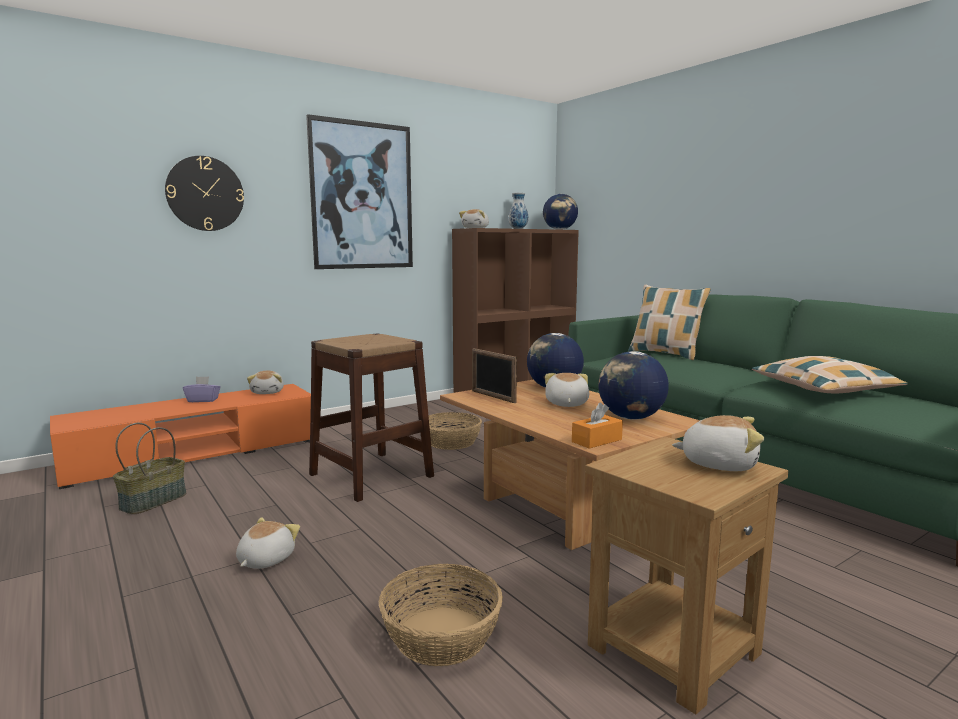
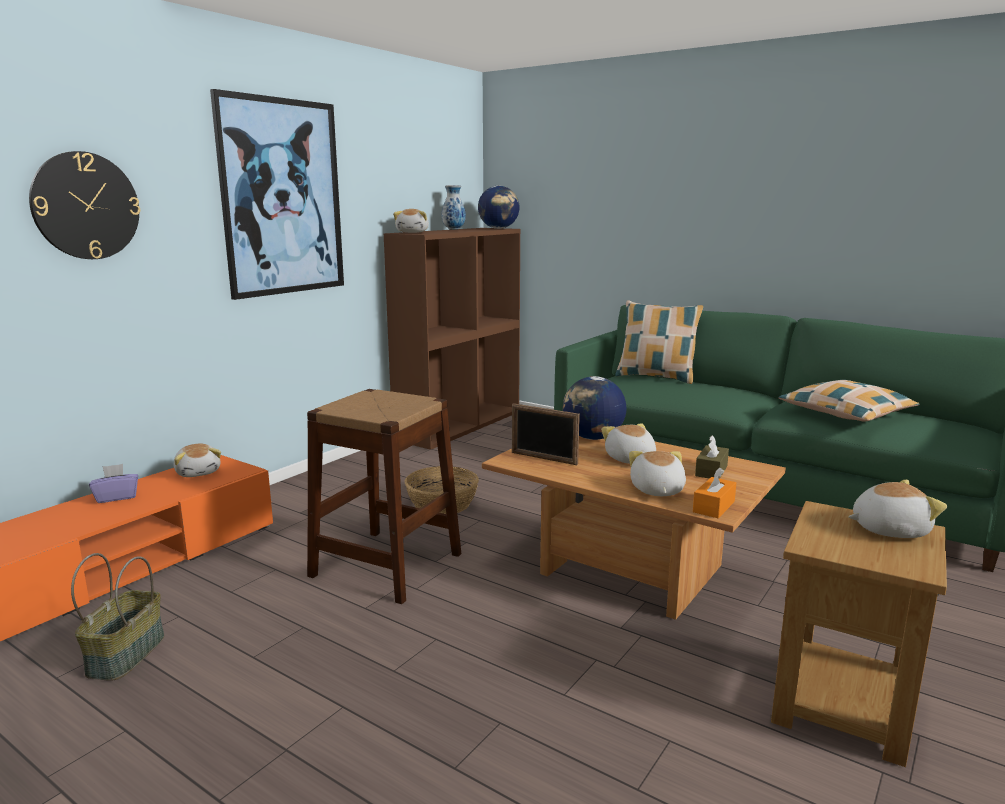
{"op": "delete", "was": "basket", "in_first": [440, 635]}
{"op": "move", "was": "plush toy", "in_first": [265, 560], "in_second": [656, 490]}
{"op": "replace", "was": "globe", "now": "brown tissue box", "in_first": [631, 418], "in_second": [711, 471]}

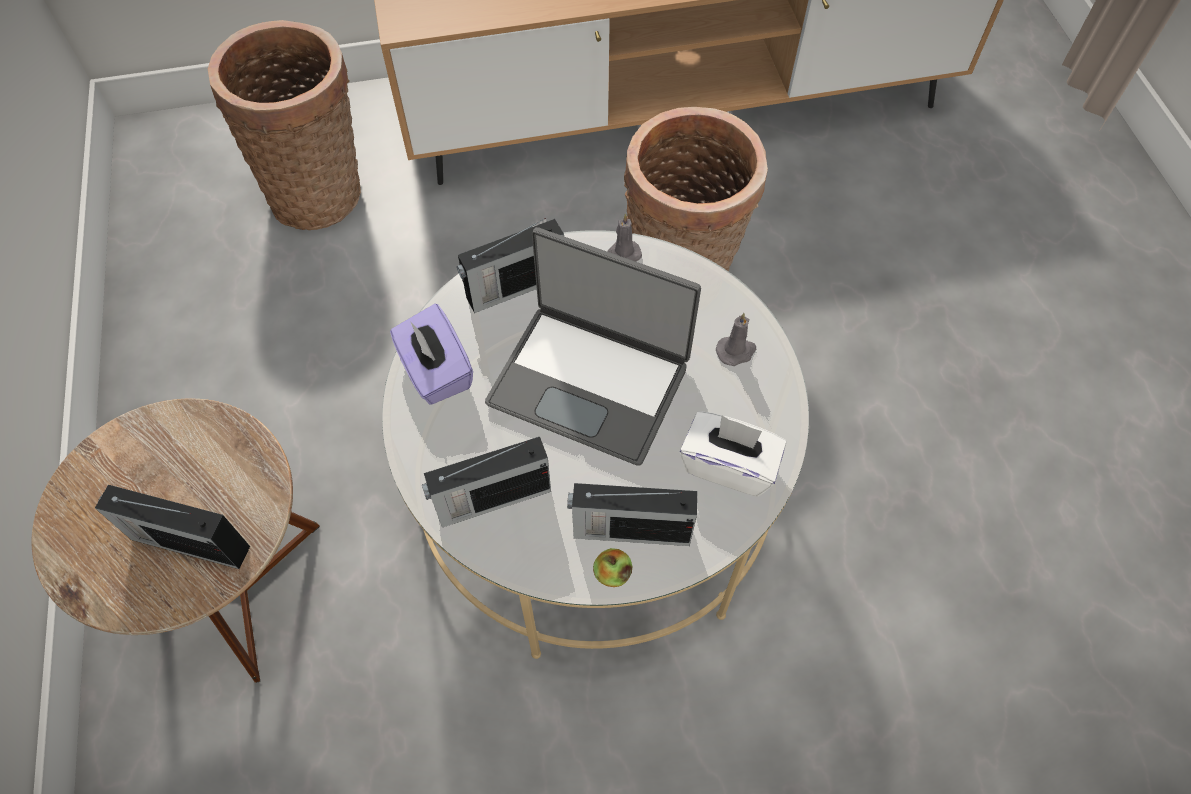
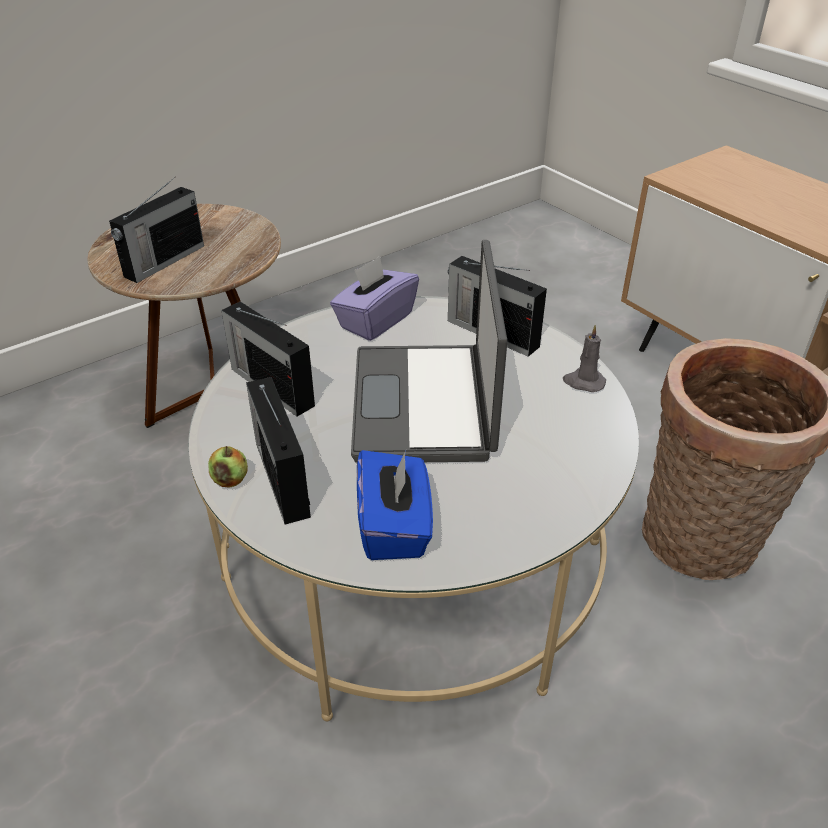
{"op": "delete", "was": "basket", "in_first": [321, 192]}
{"op": "delete", "was": "grey candle", "in_first": [736, 351]}
{"op": "recolor", "was": "white tissue box", "now": "blue tissue box", "in_first": [728, 465], "in_second": [395, 527]}
{"op": "rotate", "was": "radio", "in_first": [188, 541], "in_second": [163, 262], "clockwise": -135}

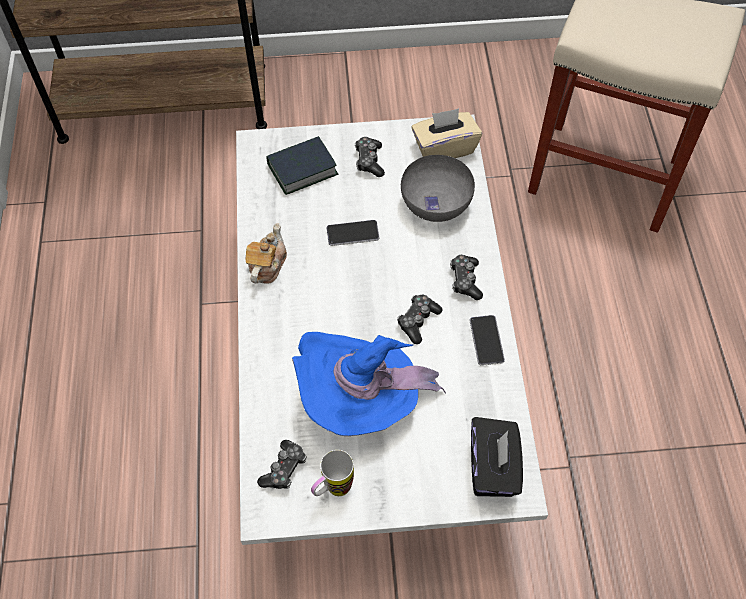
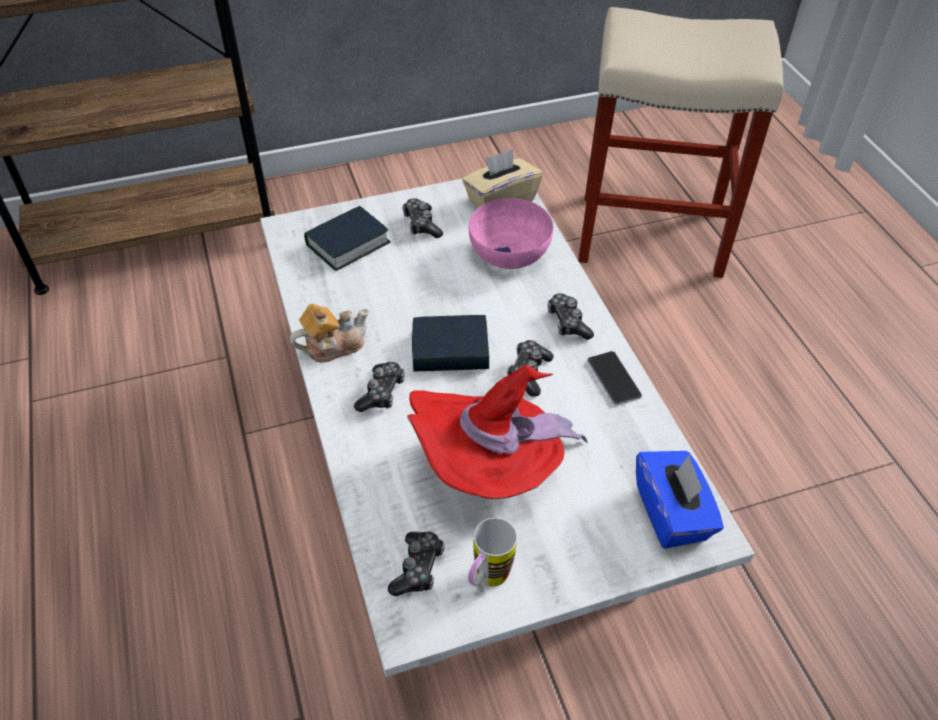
{"op": "delete", "was": "phone", "in_first": [352, 233]}
{"op": "insert", "now": "game controller", "in_second": [381, 393]}
{"op": "insert", "now": "book", "in_second": [450, 350]}
{"op": "recolor", "was": "blue hat", "now": "red hat", "in_first": [362, 399], "in_second": [491, 468]}
{"op": "recolor", "was": "grey bowl", "now": "pink bowl", "in_first": [436, 204], "in_second": [510, 254]}
{"op": "recolor", "was": "black tissue box", "now": "blue tissue box", "in_first": [493, 468], "in_second": [671, 513]}
{"op": "rotate", "was": "teapot", "in_first": [267, 265], "in_second": [333, 345], "clockwise": 60}

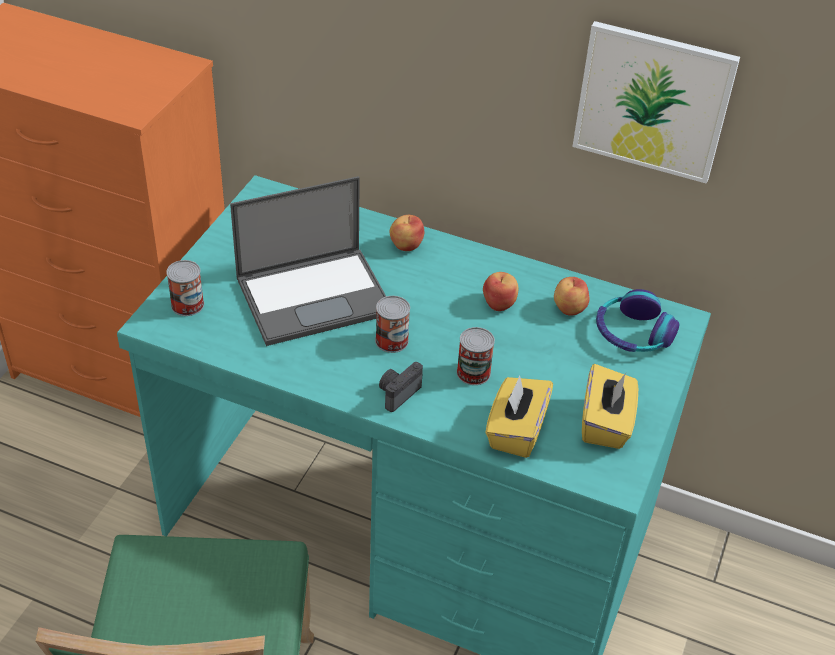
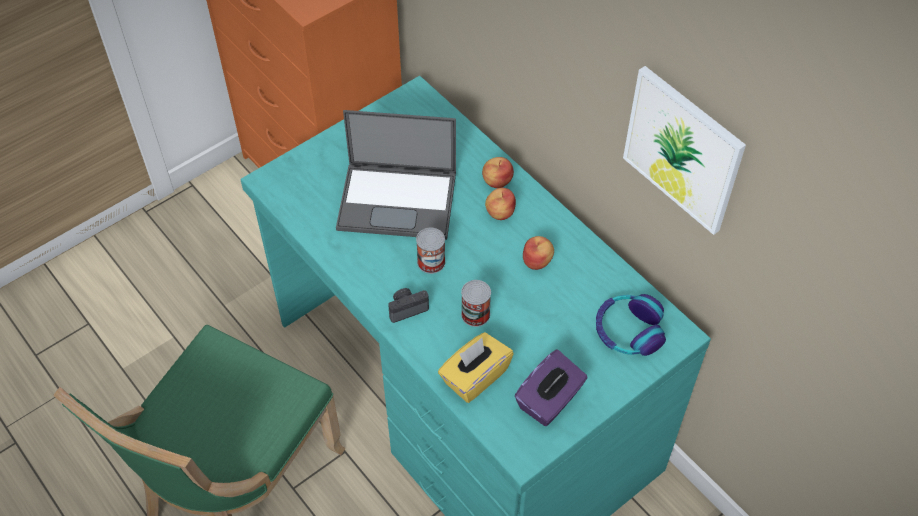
{"op": "delete", "was": "can", "in_first": [187, 304]}
{"op": "move", "was": "apple", "in_first": [568, 308], "in_second": [500, 212]}
{"op": "recolor", "was": "yellow tissue box", "now": "purple tissue box", "in_first": [605, 423], "in_second": [549, 400]}

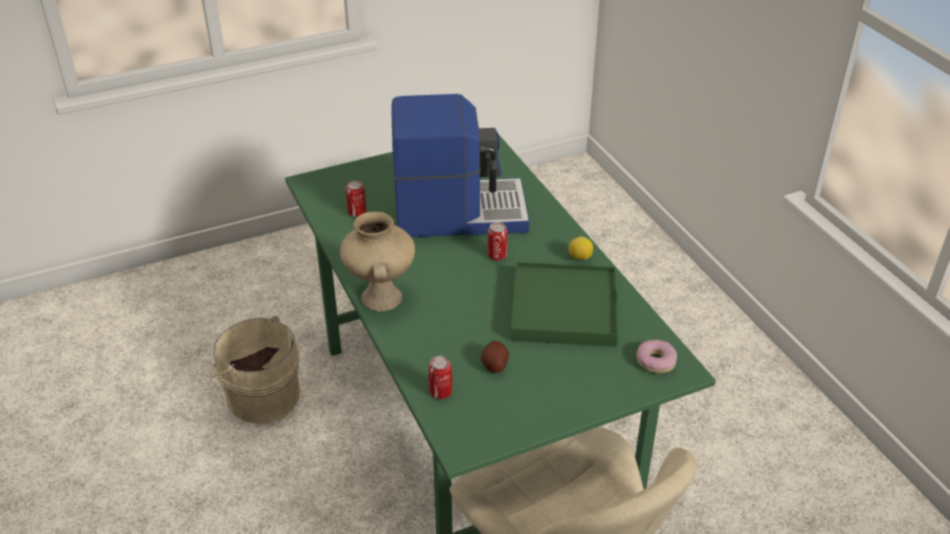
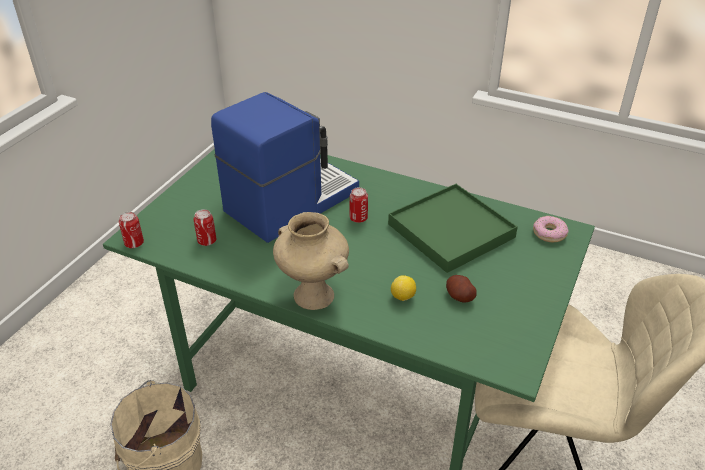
{"op": "move", "was": "can", "in_first": [440, 392], "in_second": [134, 243]}
{"op": "move", "was": "lemon", "in_first": [579, 258], "in_second": [403, 297]}

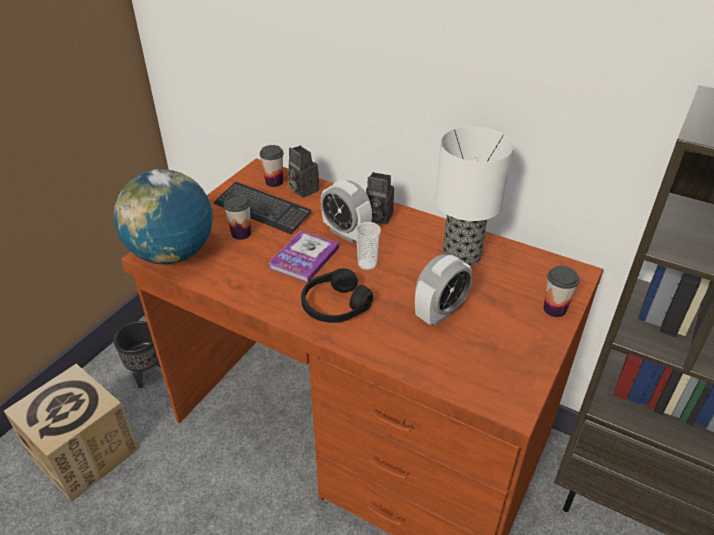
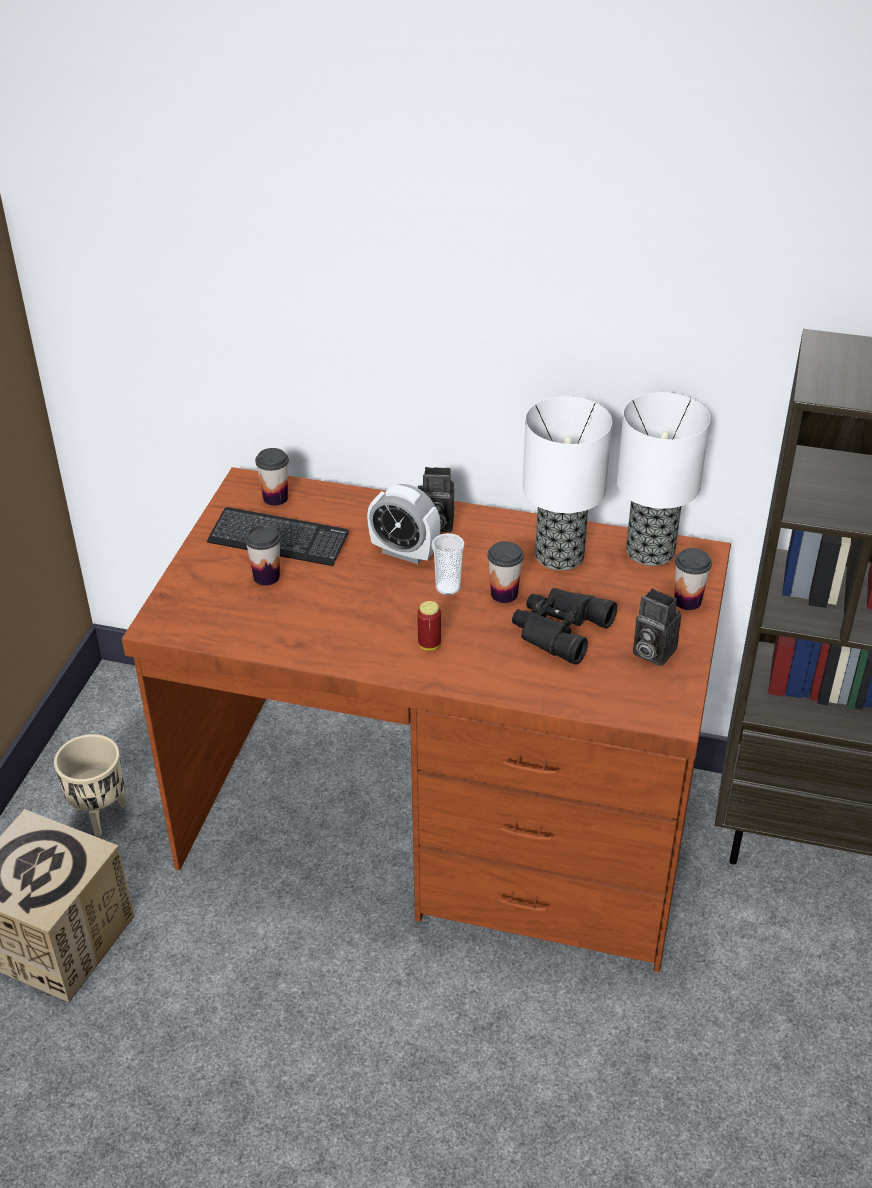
{"op": "delete", "was": "globe", "in_first": [173, 254]}
{"op": "delete", "was": "book", "in_first": [304, 258]}
{"op": "insert", "now": "cup", "in_second": [504, 594]}
{"op": "insert", "now": "table lamp", "in_second": [650, 550]}
{"op": "move", "was": "photo camera", "in_first": [302, 189], "in_second": [651, 652]}
{"op": "replace", "was": "black headphones", "now": "can", "in_first": [335, 305], "in_second": [429, 645]}
{"op": "replace", "was": "alarm clock", "now": "black binoculars", "in_first": [440, 312], "in_second": [558, 629]}
{"op": "recolor", "was": "black planter", "now": "beige planter", "in_first": [148, 374], "in_second": [101, 815]}

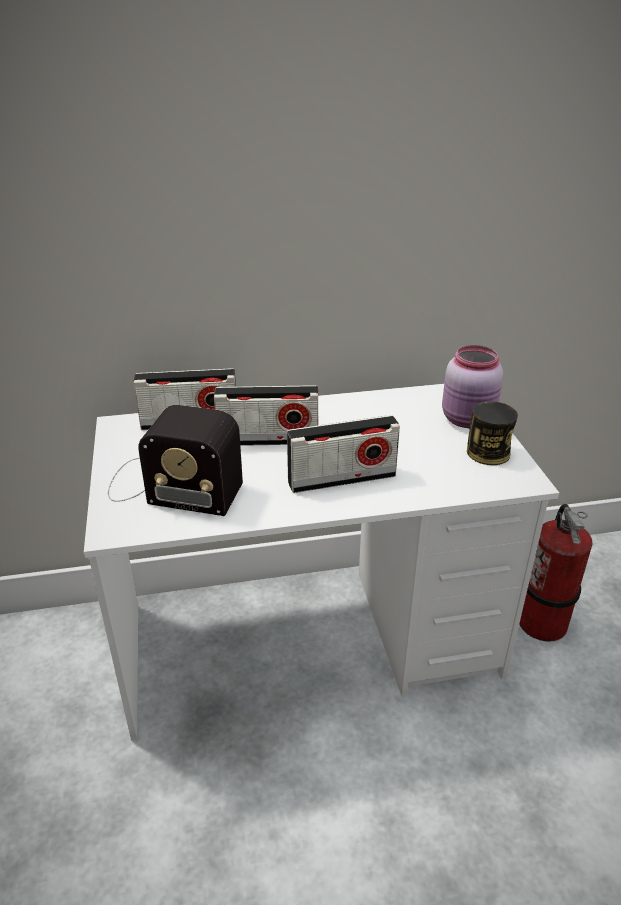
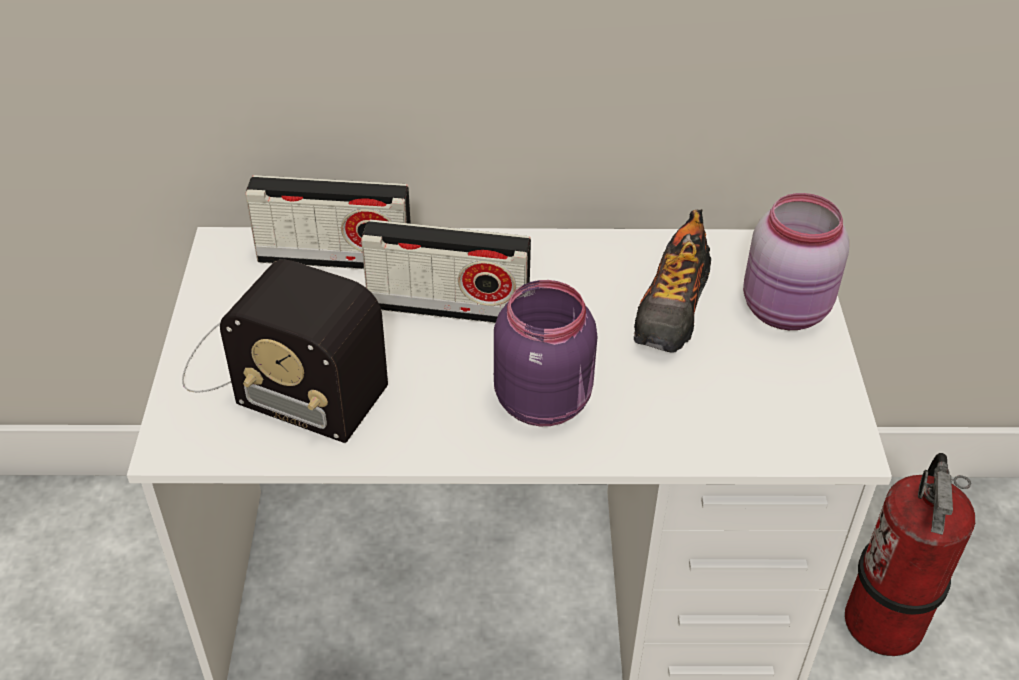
{"op": "delete", "was": "can", "in_first": [488, 452]}
{"op": "insert", "now": "shoe", "in_second": [673, 308]}
{"op": "replace", "was": "radio", "now": "purple jar", "in_first": [342, 479], "in_second": [544, 399]}

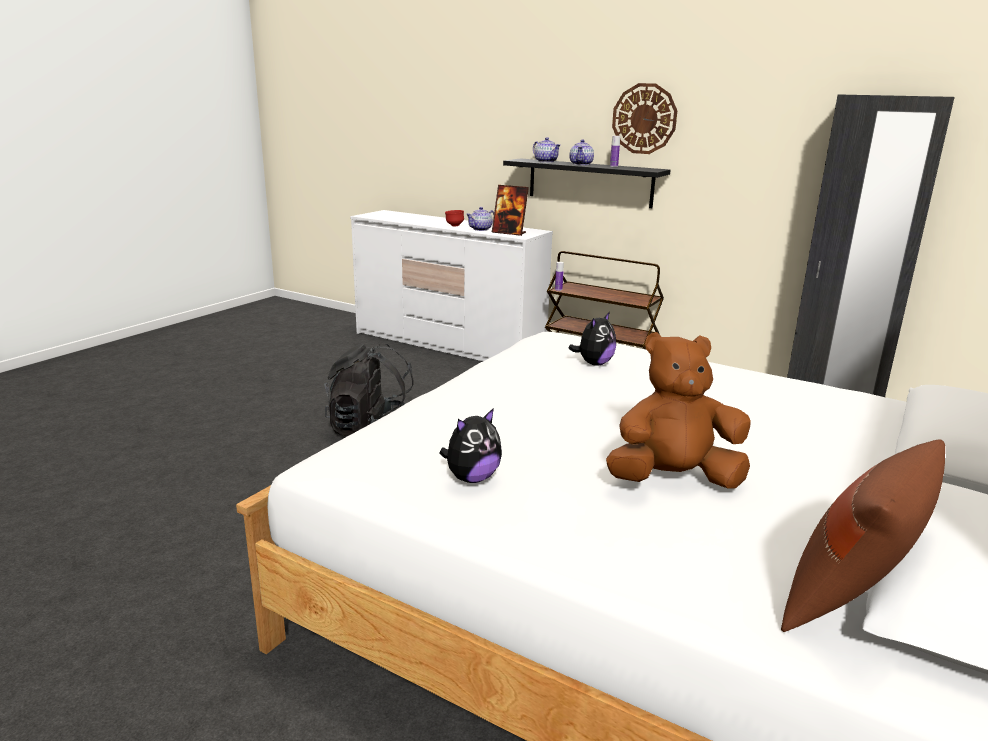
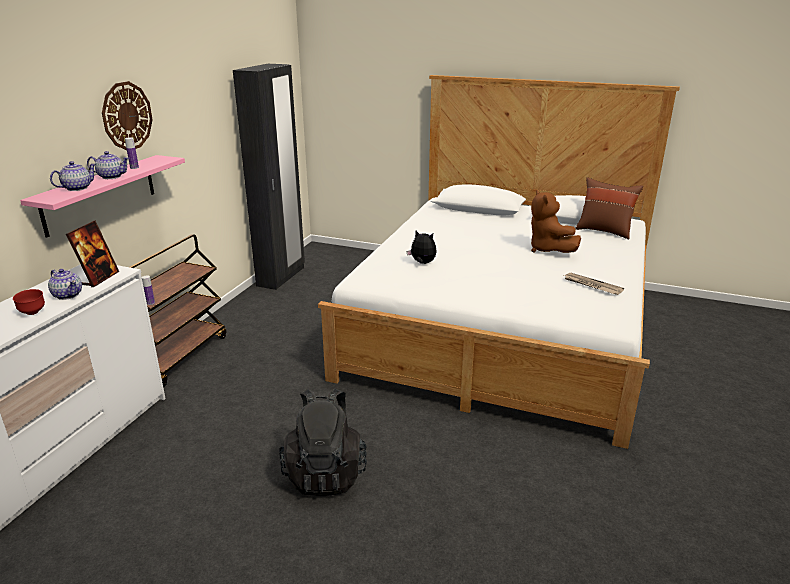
{"op": "replace", "was": "plush toy", "now": "newspaper", "in_first": [471, 478], "in_second": [591, 285]}
{"op": "recolor", "was": "black shelf", "now": "pink shelf", "in_first": [590, 182], "in_second": [100, 194]}

